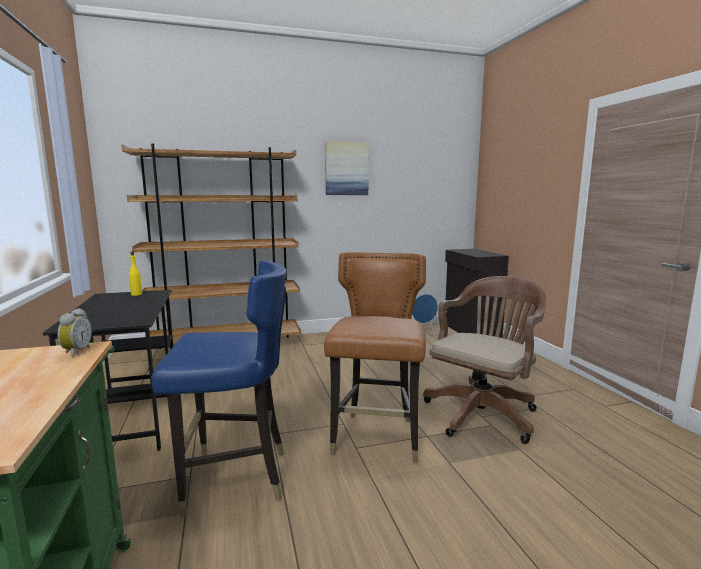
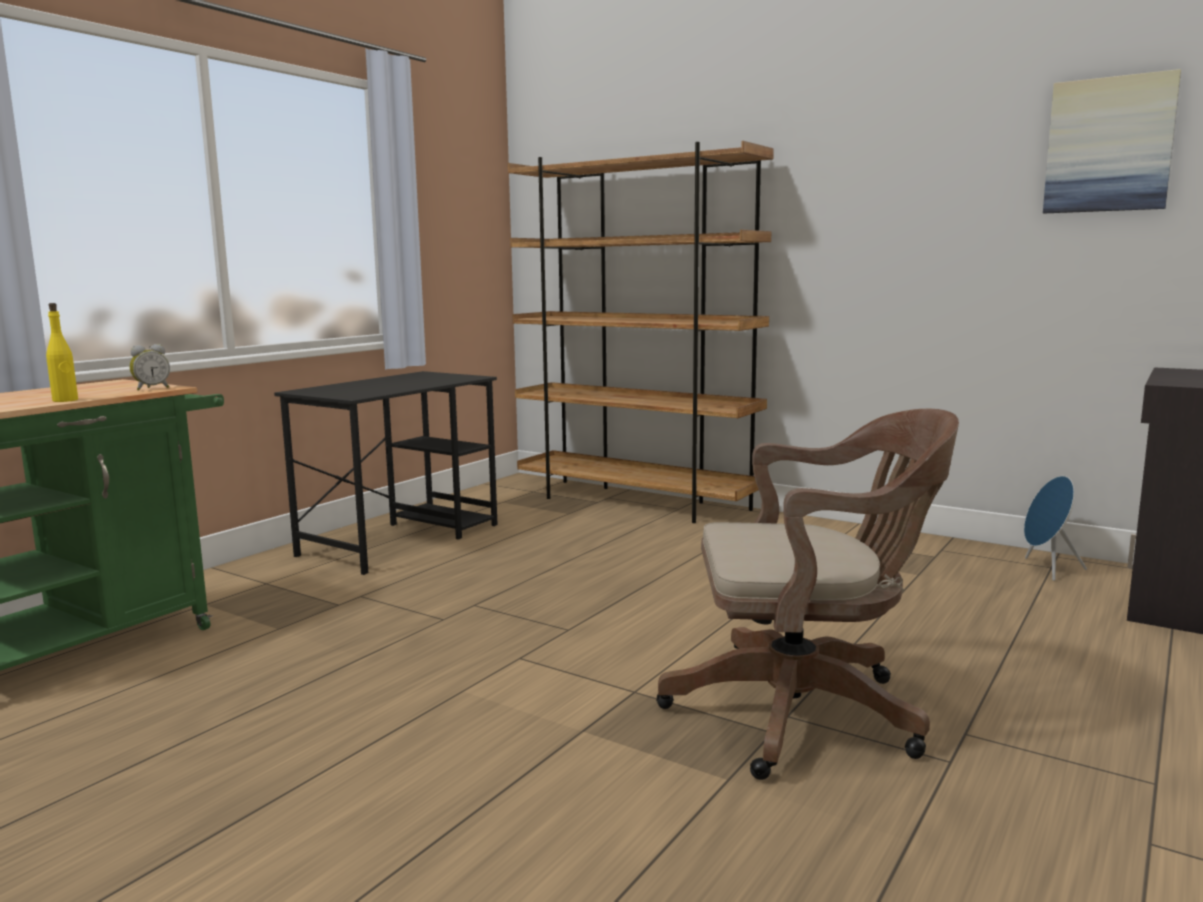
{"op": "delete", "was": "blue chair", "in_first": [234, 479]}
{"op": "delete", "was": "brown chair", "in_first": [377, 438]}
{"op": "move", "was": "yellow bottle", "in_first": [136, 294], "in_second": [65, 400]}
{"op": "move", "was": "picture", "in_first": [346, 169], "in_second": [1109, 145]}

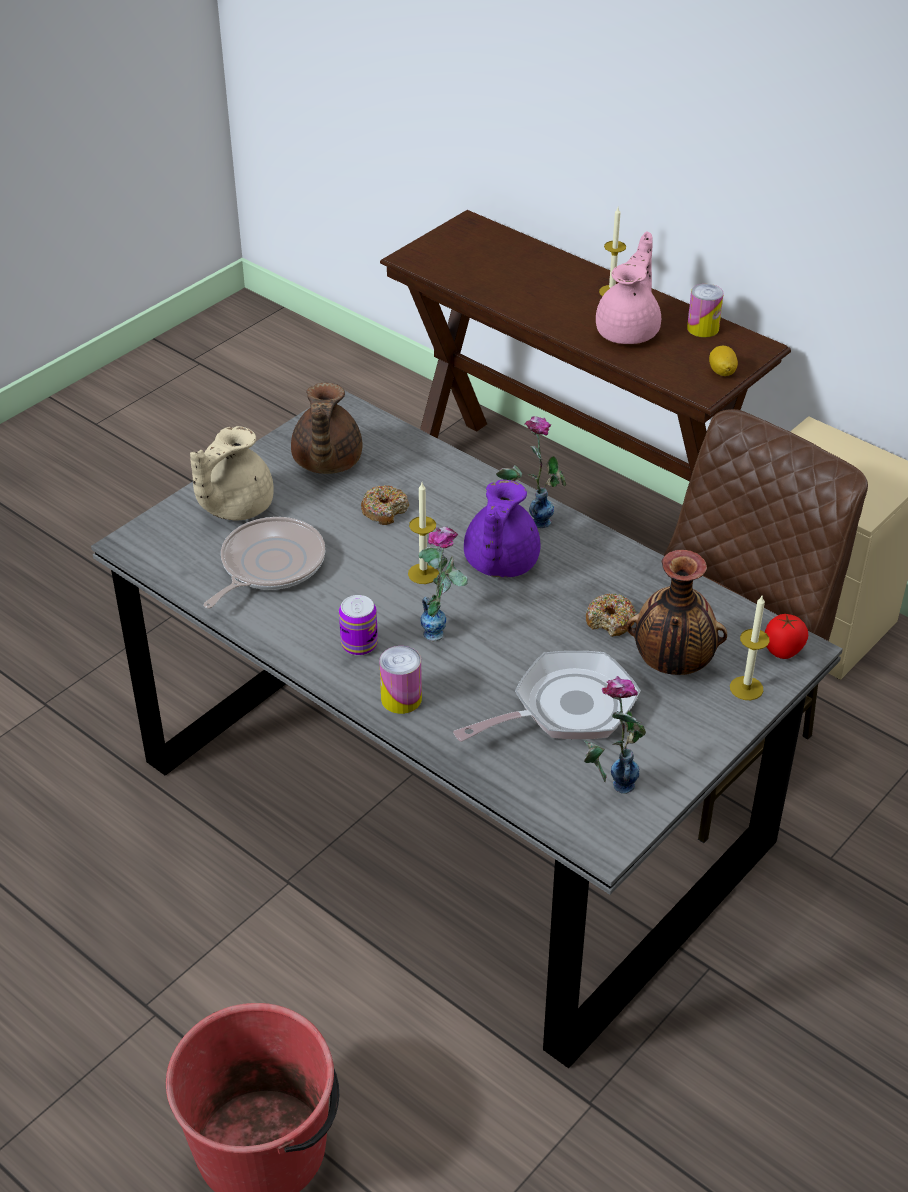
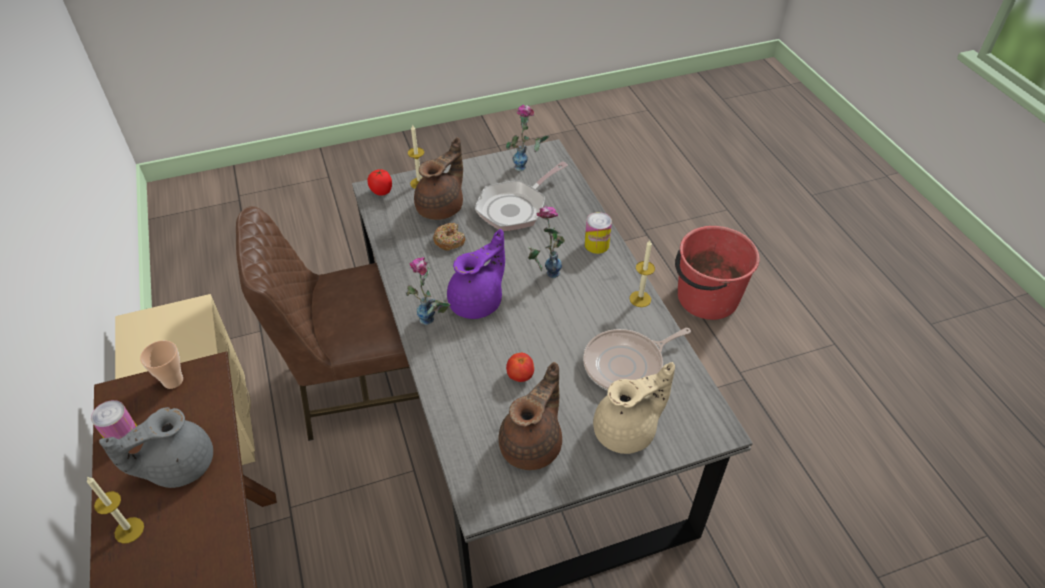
{"op": "delete", "was": "can", "in_first": [359, 644]}
{"op": "move", "was": "candle", "in_first": [423, 573], "in_second": [640, 299]}
{"op": "replace", "was": "donut", "now": "tomato", "in_first": [384, 511], "in_second": [520, 376]}
{"op": "replace", "was": "vase", "now": "brown teapot", "in_first": [672, 664], "in_second": [442, 207]}
{"op": "replace", "was": "lemon", "now": "cup", "in_first": [722, 372], "in_second": [173, 381]}
{"op": "recolor", "was": "pink teapot", "now": "grey teapot", "in_first": [629, 331], "in_second": [178, 465]}
{"op": "rotate", "was": "frying pan", "in_first": [566, 708], "in_second": [515, 208], "clockwise": -45}

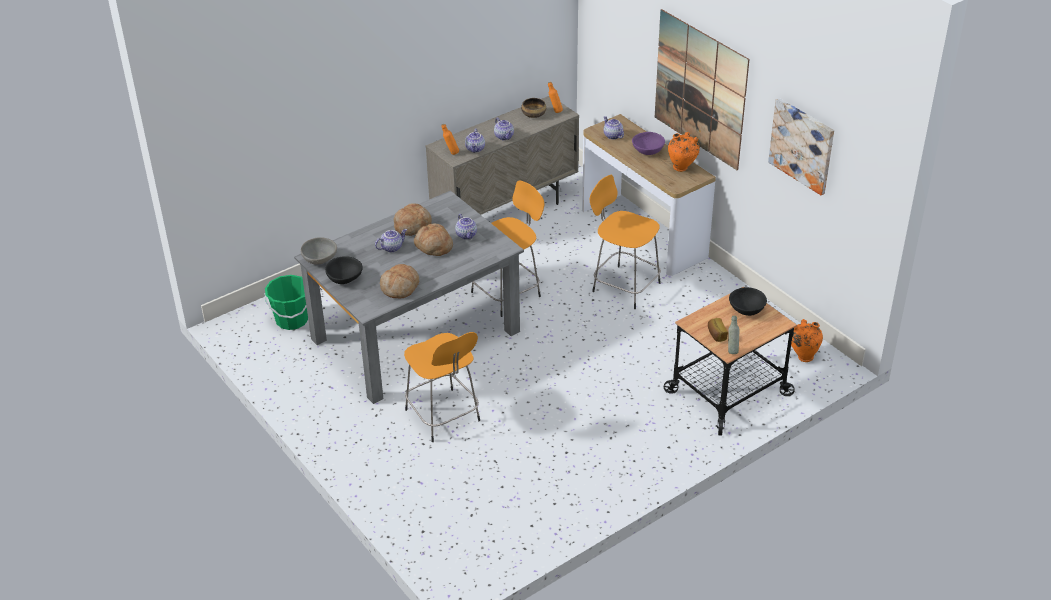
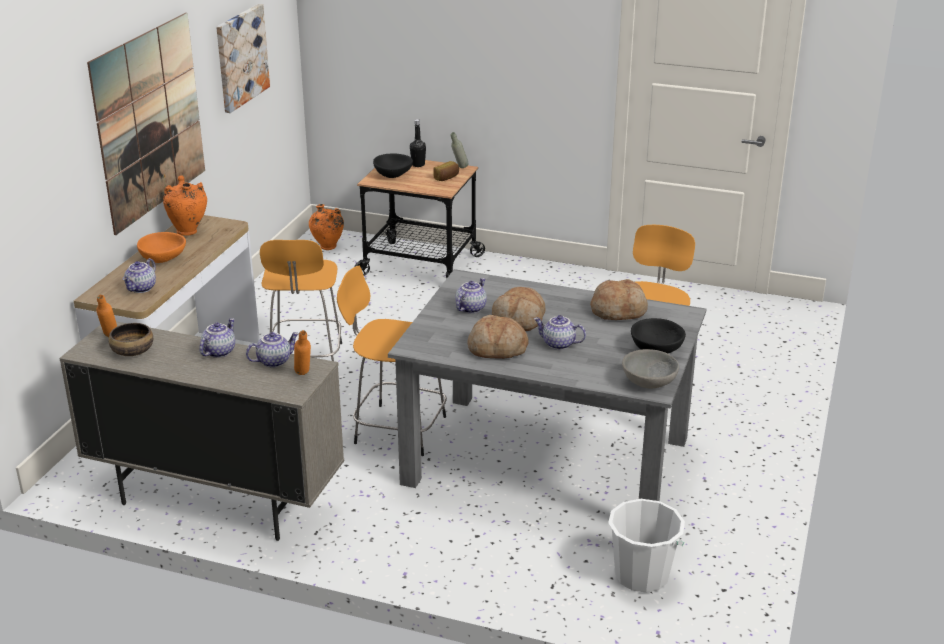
{"op": "insert", "now": "black bottle", "in_second": [418, 164]}
{"op": "recolor", "was": "green bucket", "now": "white bucket", "in_first": [292, 320], "in_second": [642, 575]}
{"op": "recolor", "was": "purple bowl", "now": "orange bowl", "in_first": [647, 151], "in_second": [162, 259]}

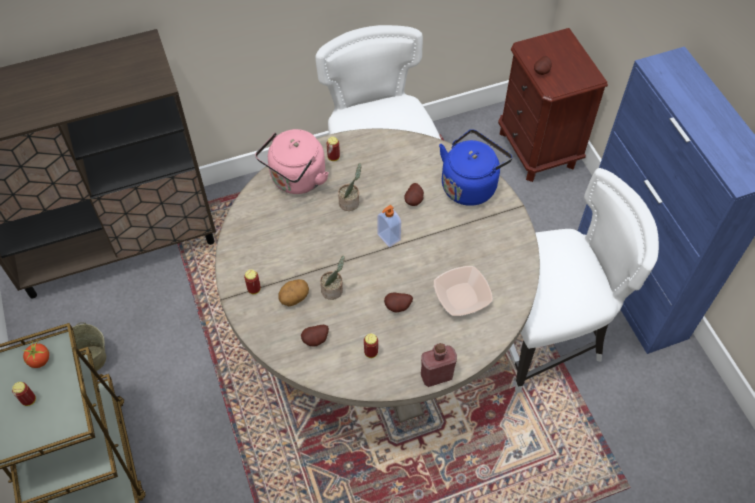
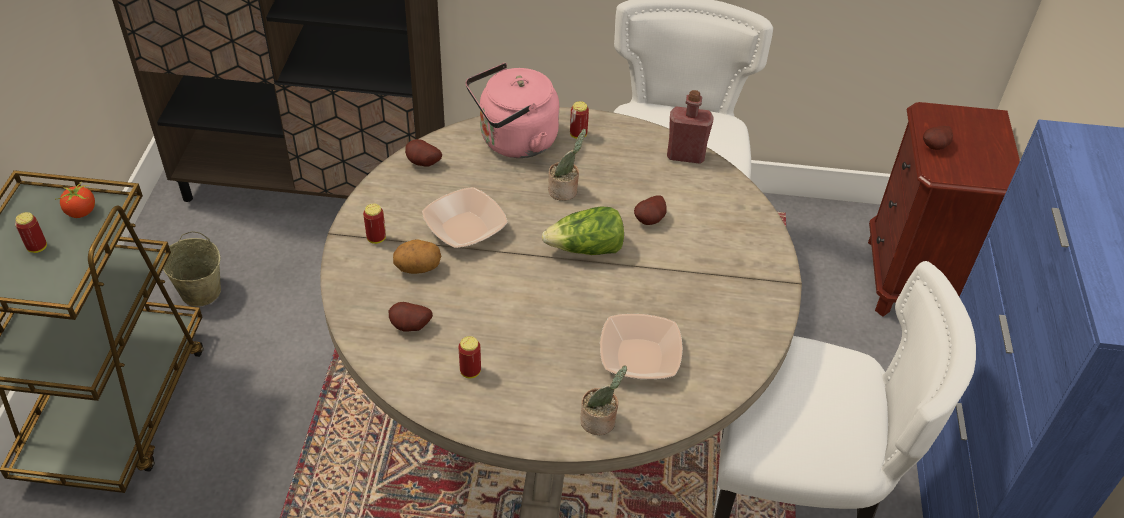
{"op": "delete", "was": "blue kettle", "in_first": [470, 184]}
{"op": "insert", "now": "bowl", "in_second": [465, 229]}
{"op": "move", "was": "potted plant", "in_first": [333, 290], "in_second": [600, 421]}
{"op": "move", "was": "potato", "in_first": [398, 307], "in_second": [422, 164]}
{"op": "move", "was": "red bottle", "in_first": [436, 375], "in_second": [685, 155]}
{"op": "replace", "was": "soap dispenser", "now": "lettuce", "in_first": [388, 238], "in_second": [586, 249]}

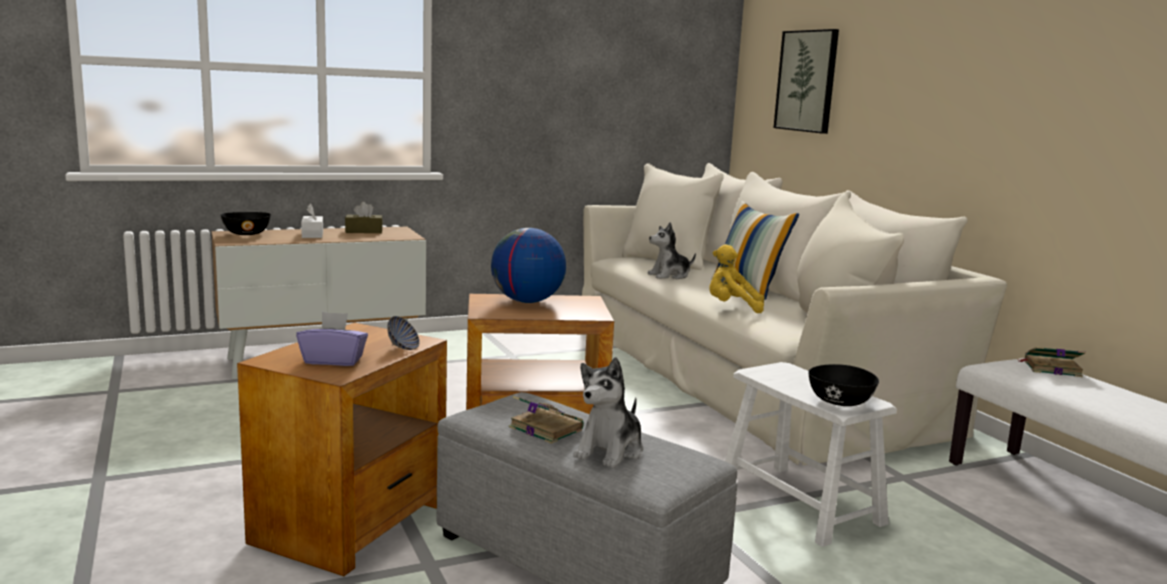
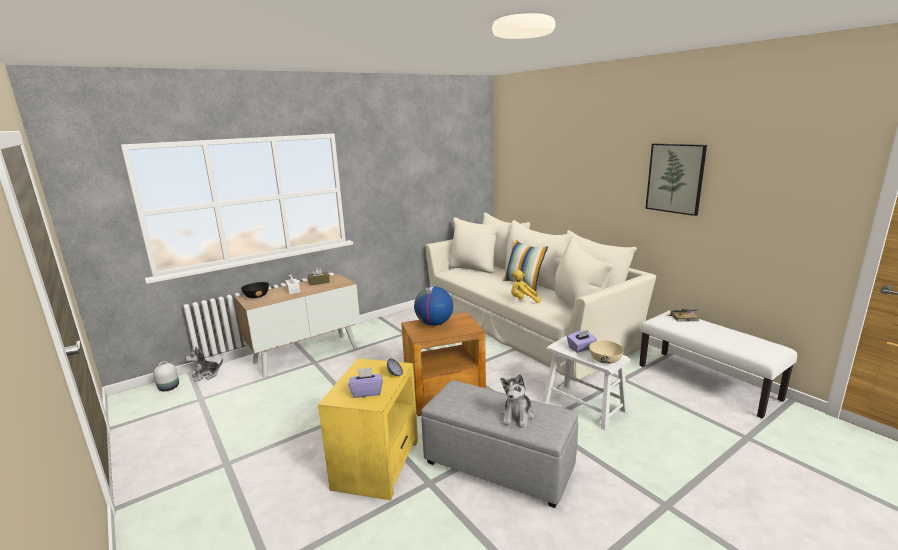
{"op": "delete", "was": "book", "in_first": [544, 428]}
{"op": "insert", "now": "white vase", "in_second": [169, 387]}
{"op": "insert", "now": "purple tissue box", "in_second": [581, 348]}
{"op": "move", "was": "plush toy", "in_first": [669, 275], "in_second": [206, 375]}
{"op": "move", "was": "picture", "in_first": [807, 81], "in_second": [675, 178]}
{"op": "recolor", "was": "brown side table", "now": "yellow side table", "in_first": [352, 521], "in_second": [377, 463]}
{"op": "recolor", "was": "black bowl", "now": "beige bowl", "in_first": [840, 402], "in_second": [605, 360]}

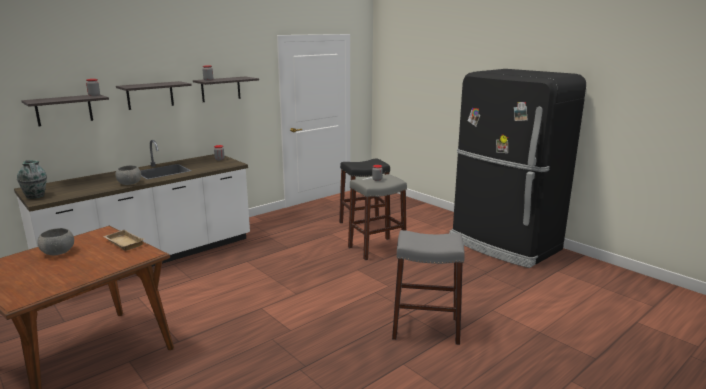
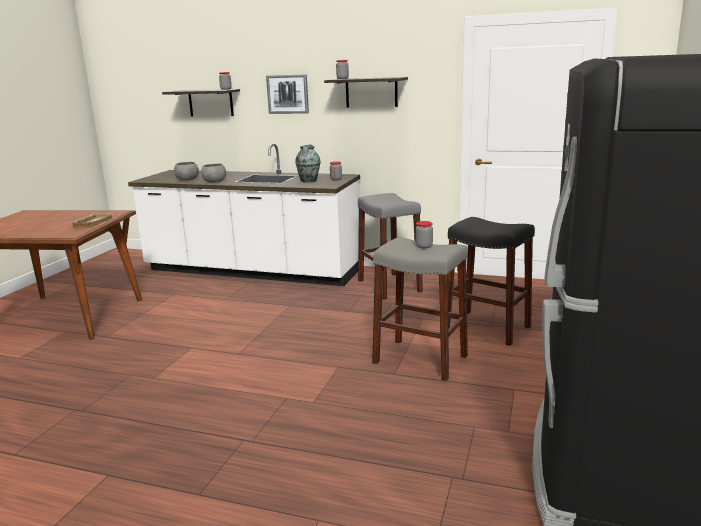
{"op": "move", "was": "vase", "in_first": [35, 196], "in_second": [308, 181]}
{"op": "move", "was": "grey bowl", "in_first": [58, 252], "in_second": [187, 179]}
{"op": "move", "was": "grey stool", "in_first": [426, 328], "in_second": [389, 286]}
{"op": "replace", "was": "shelf", "now": "picture", "in_first": [150, 95], "in_second": [288, 94]}

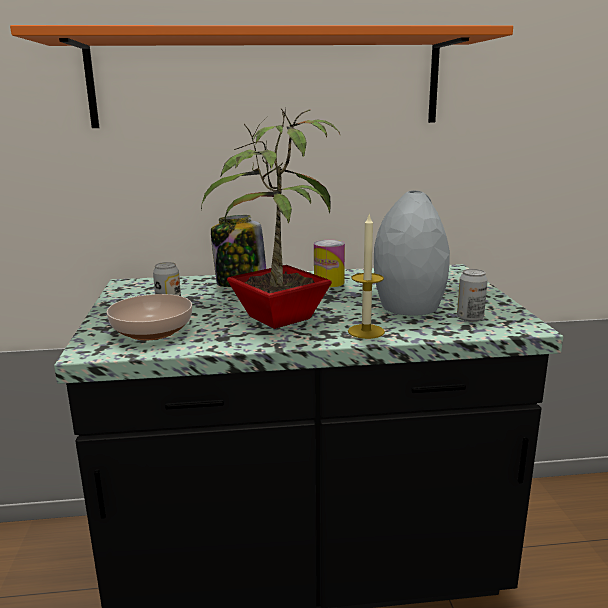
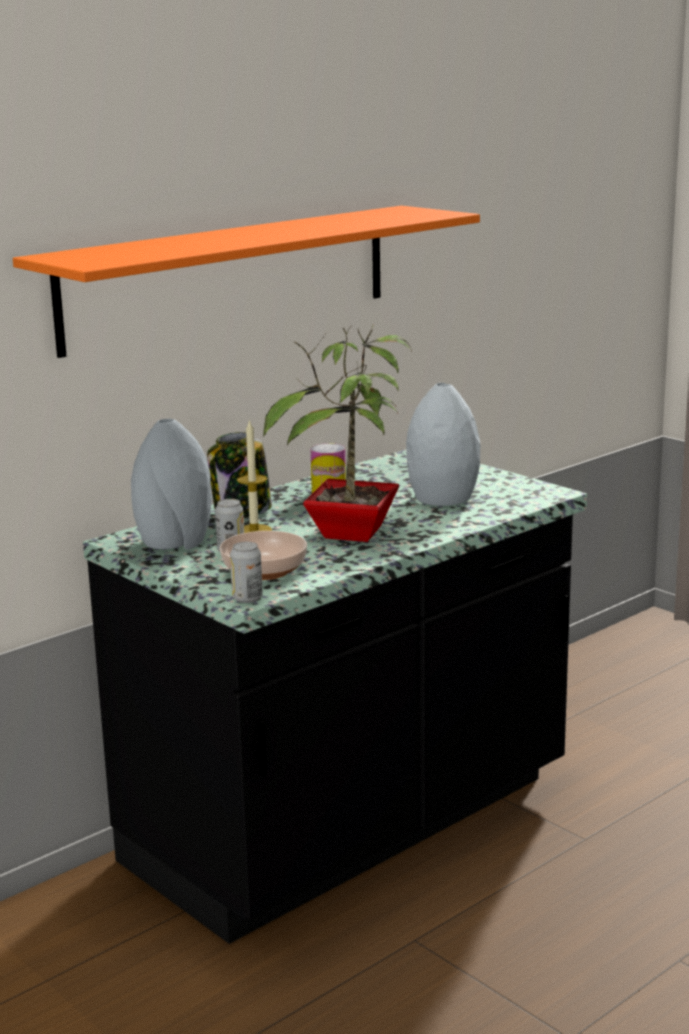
{"op": "insert", "now": "grey vase", "in_second": [176, 542]}
{"op": "move", "was": "candle", "in_first": [366, 331], "in_second": [254, 531]}
{"op": "move", "was": "can", "in_first": [470, 318], "in_second": [247, 598]}

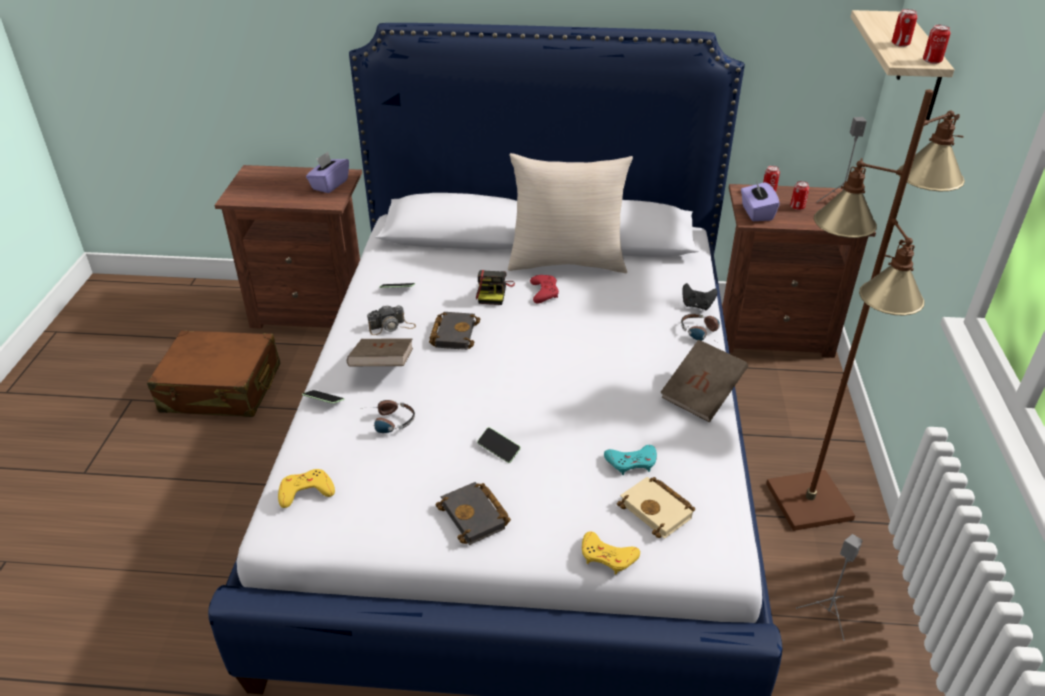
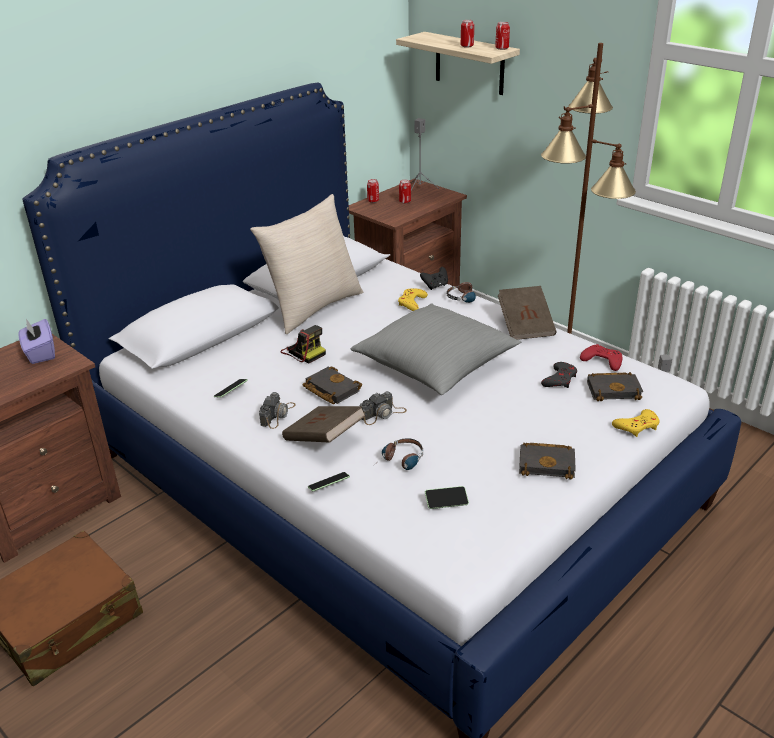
{"op": "delete", "was": "purple tissue box", "in_first": [756, 213]}
{"op": "insert", "now": "grey pillow", "in_second": [435, 365]}
{"op": "insert", "now": "photo camera", "in_second": [383, 414]}
{"op": "move", "was": "yellow game controller", "in_first": [305, 491], "in_second": [412, 302]}
{"op": "move", "was": "phone", "in_first": [498, 449], "in_second": [446, 502]}
{"op": "move", "was": "red game controller", "in_first": [544, 292], "in_second": [602, 361]}
{"op": "recolor", "was": "turquoise game controller", "now": "grey game controller", "in_first": [632, 462], "in_second": [560, 379]}
{"op": "recolor", "was": "beige book", "now": "black book", "in_first": [658, 510], "in_second": [614, 389]}

